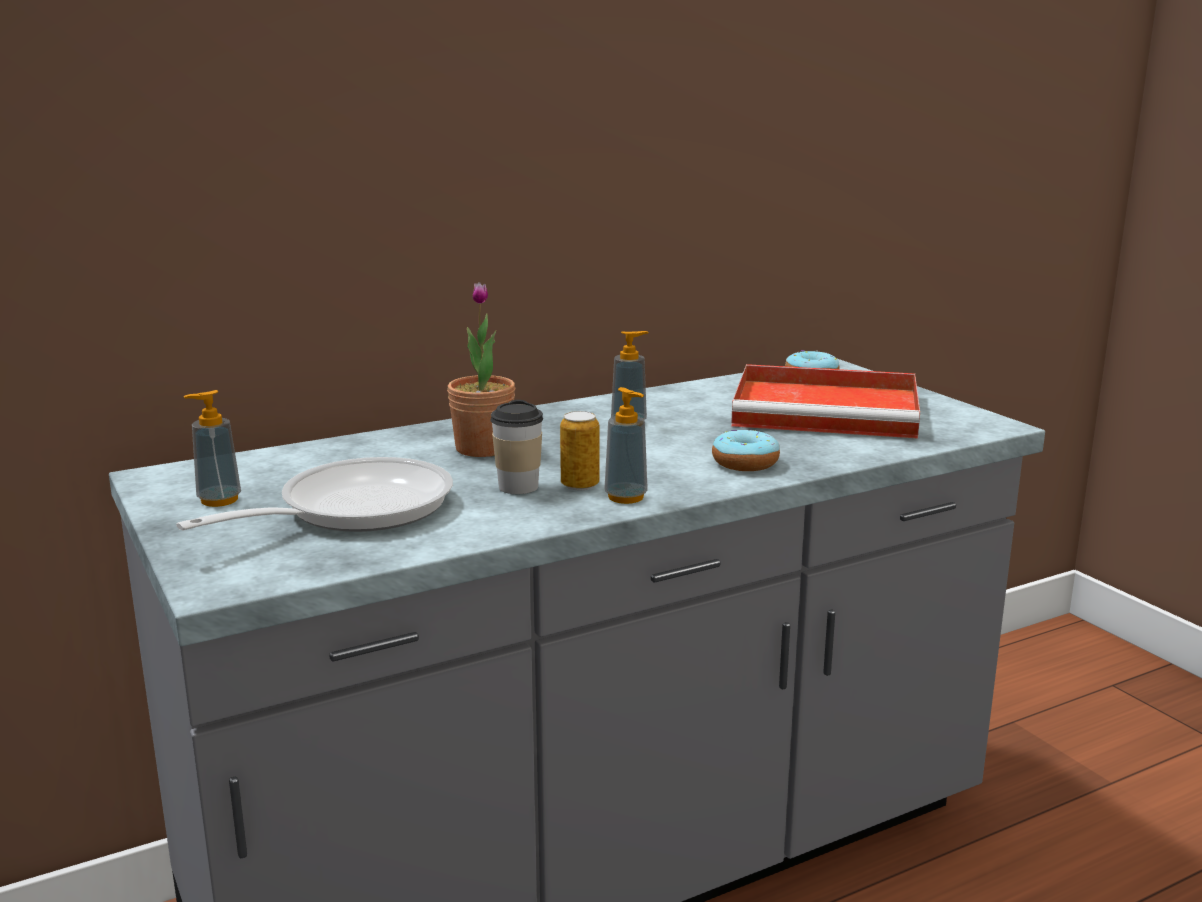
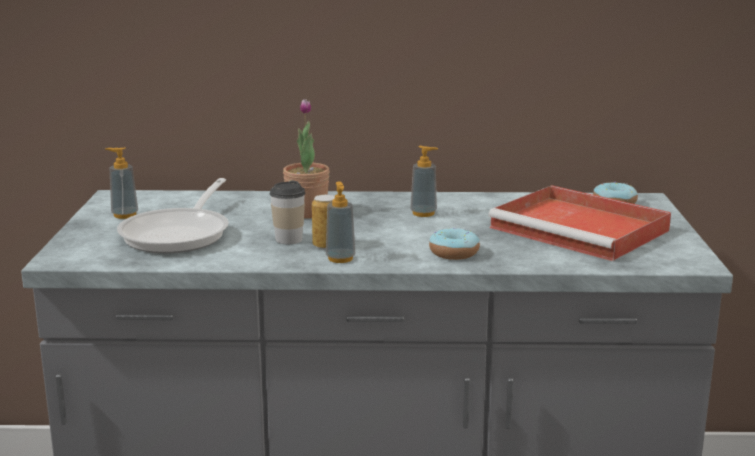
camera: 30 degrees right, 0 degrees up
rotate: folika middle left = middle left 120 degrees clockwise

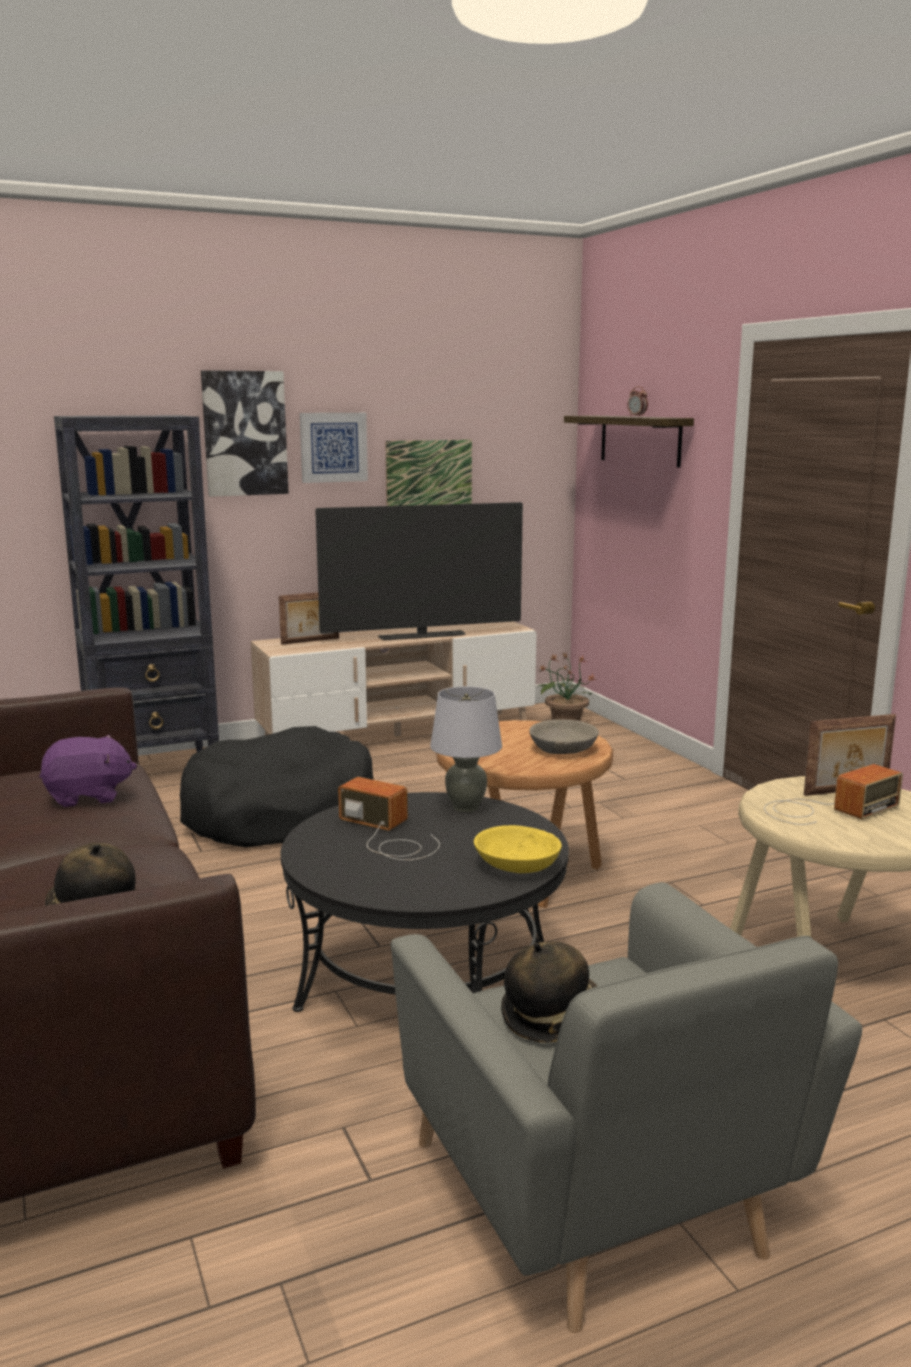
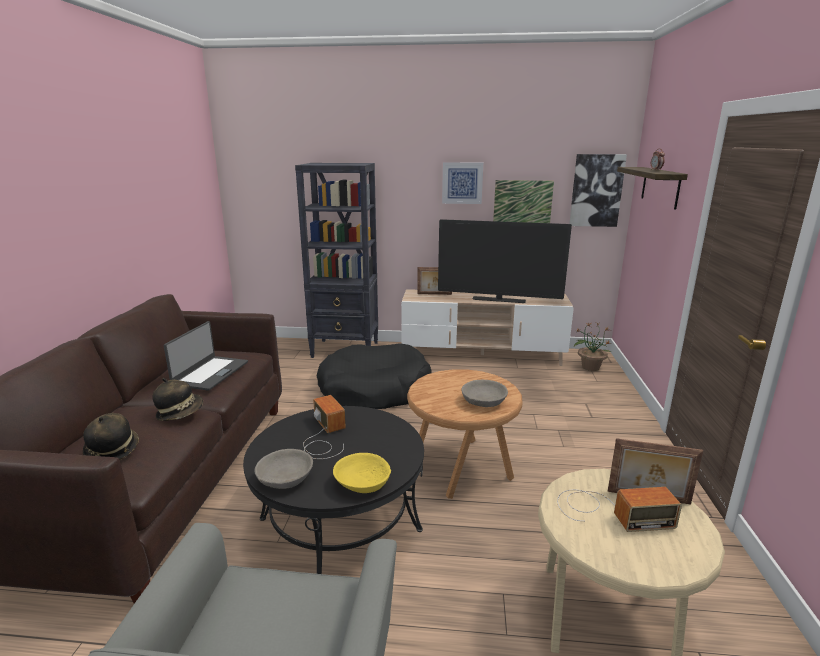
camera: 30 degrees right, 5 degrees up
delete: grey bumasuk centre
insert: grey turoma (1st from left) bottom centre
move: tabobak (1st from left in the first image) top left to tabobak (3rd from left) top right; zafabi (2nd from left) bottom centre to middle left
replace: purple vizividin middle left to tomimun middle left

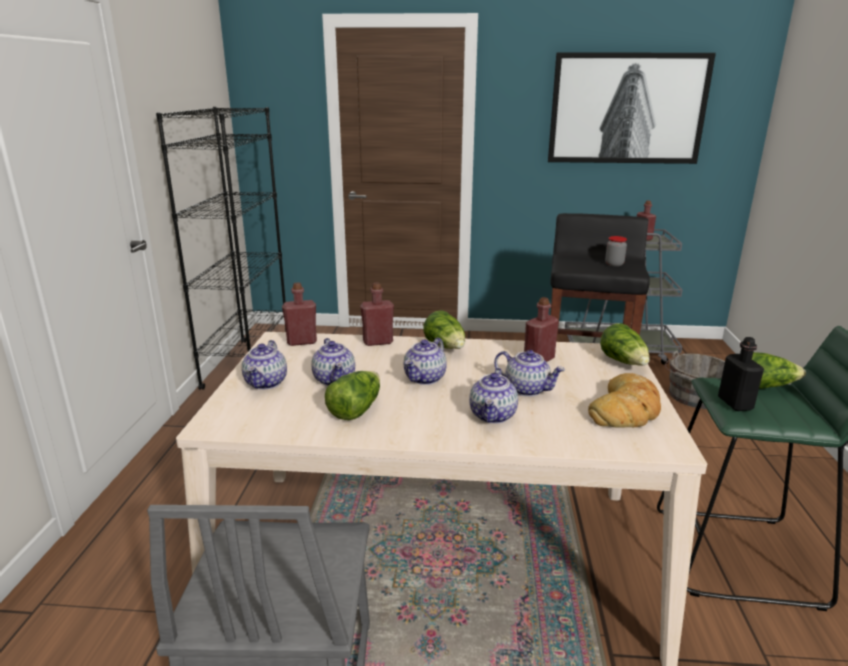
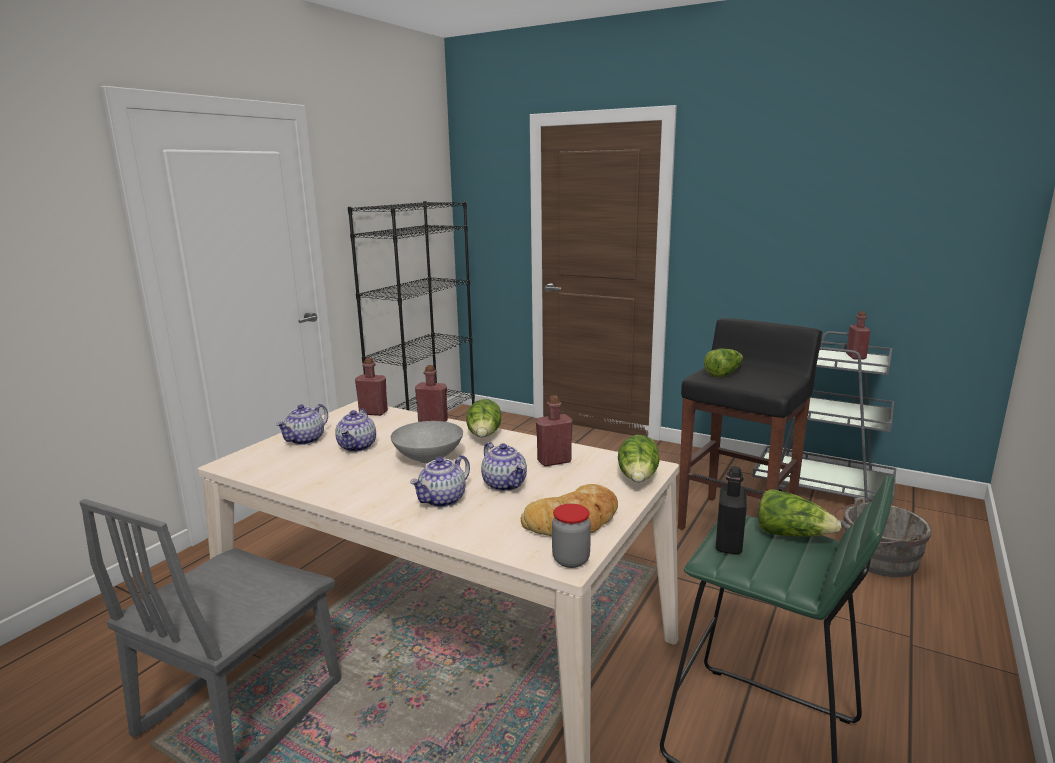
camera: 25 degrees right, 5 degrees down
delete: tabobak top right
move: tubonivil (1st from left in the first image) centre to tubonivil (3rd from left) middle right; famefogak middle right to bottom centre
replace: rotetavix (3rd from left) centre to grey turoma centre

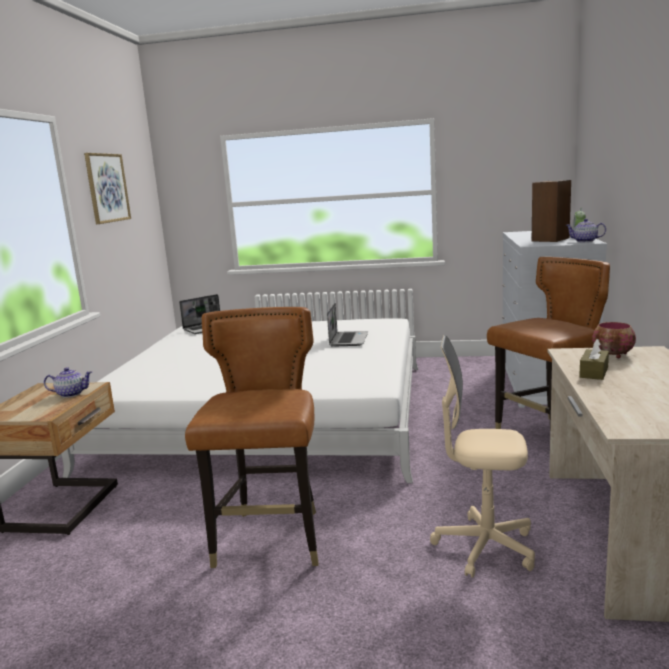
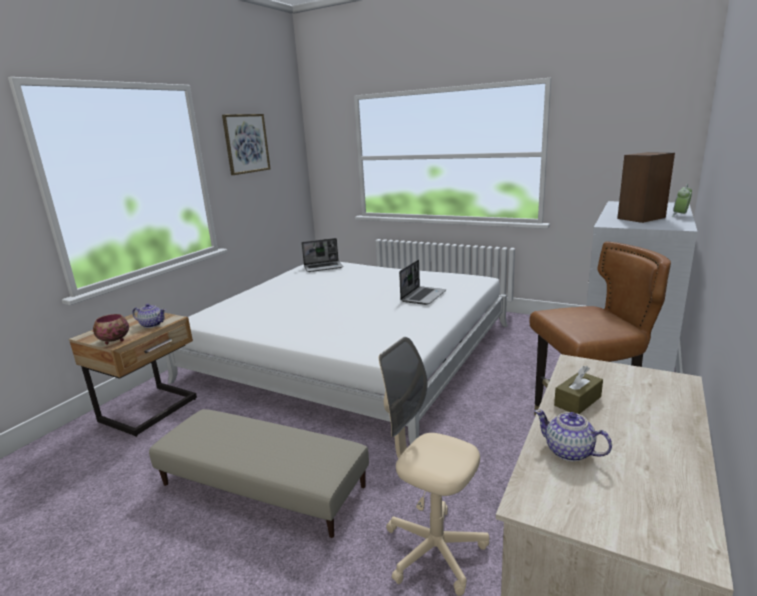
camera: 20 degrees right, 5 degrees up
move: rotetavix (2nd from left) middle right to bottom right; turoma middle right to middle left
replace: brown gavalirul (1st from left) centre to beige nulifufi bottom centre

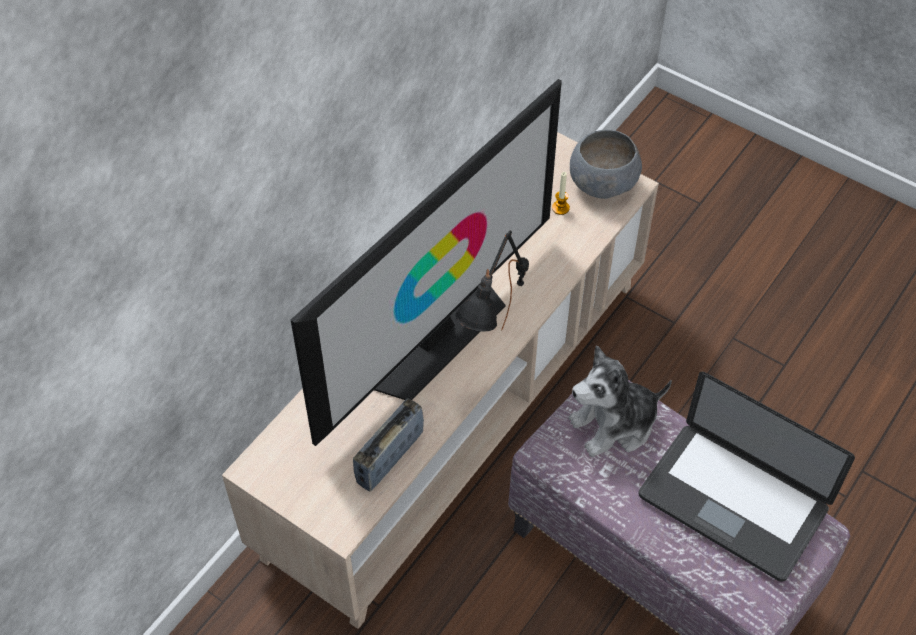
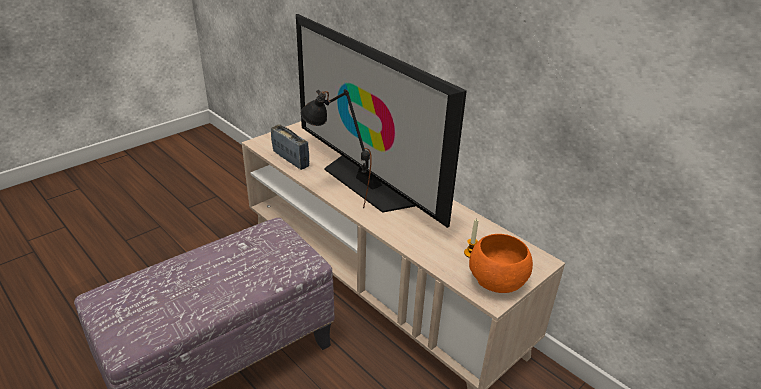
camera: 100 degrees right, 20 degrees down
delete: vizividin middle right; tomimun bottom right
recolor: grey turoma top centre to orange turoma bottom centre

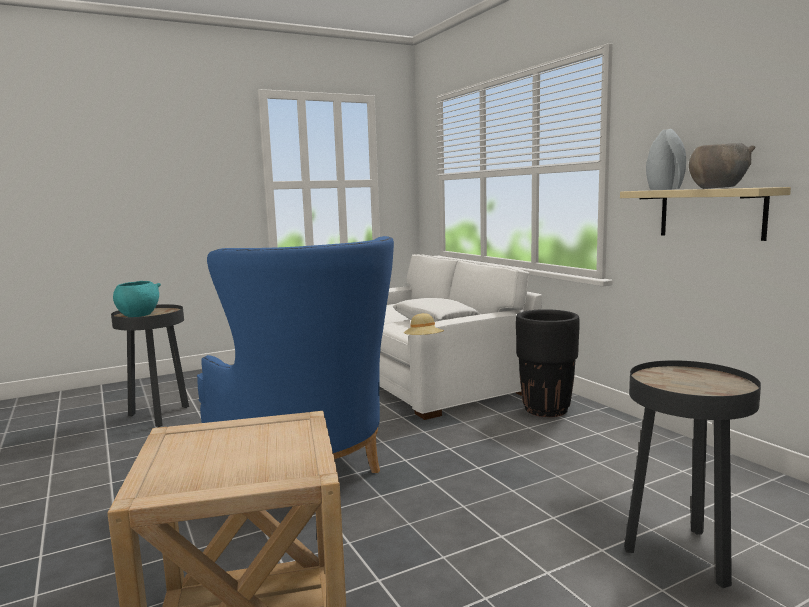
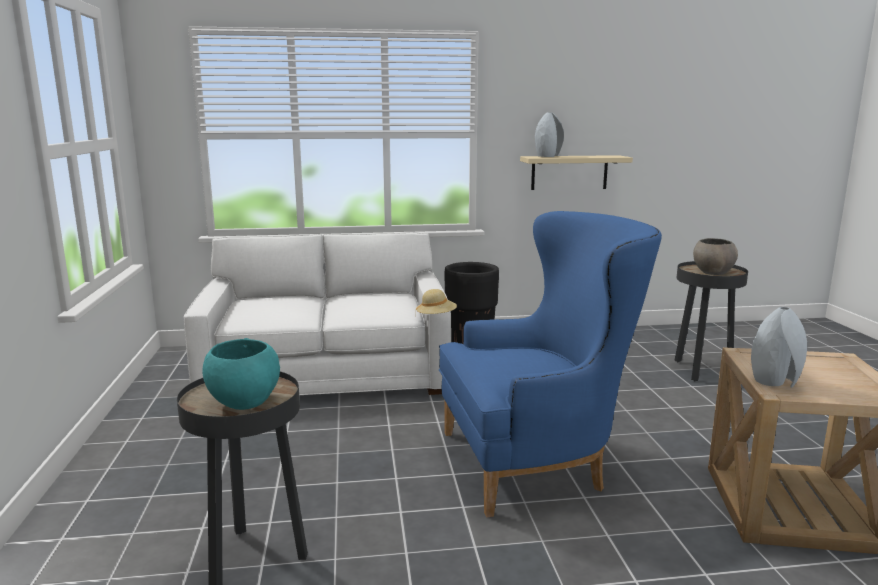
camera: 70 degrees left, 5 degrees up
delete: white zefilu centre
insert: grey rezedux (2nd from left) middle right
move: grey turoma top right to middle right

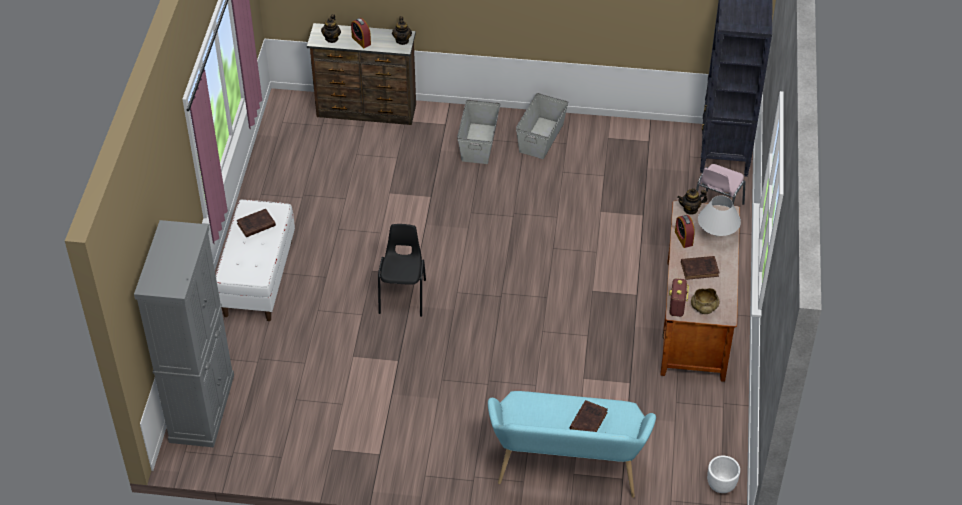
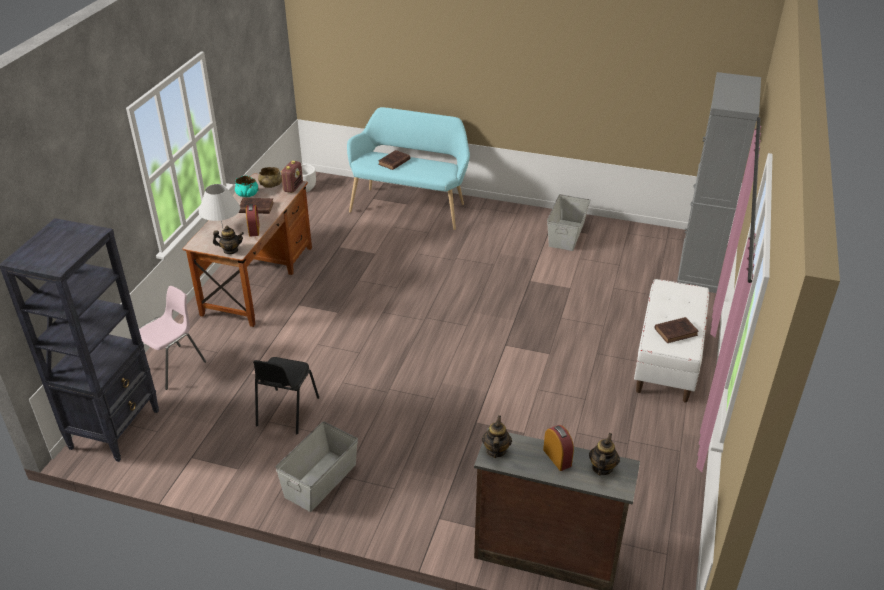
camera: 170 degrees left, 10 degrees down
insert: turquoise turoma top left
move: black gavalirul centre to bottom left; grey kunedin (1st from left in the first image) top centre to grey kunedin (2nd from left) centre

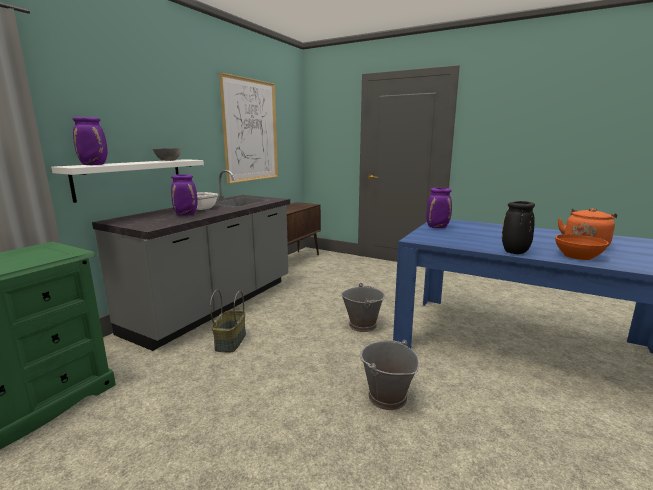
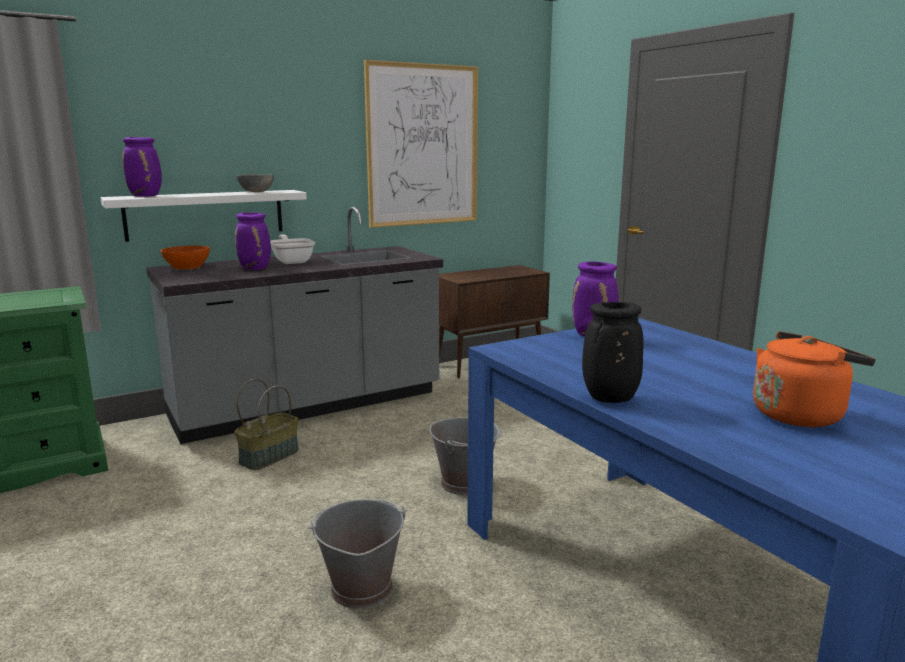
camera: 30 degrees right, 0 degrees up
move: orange turoma middle right to middle left

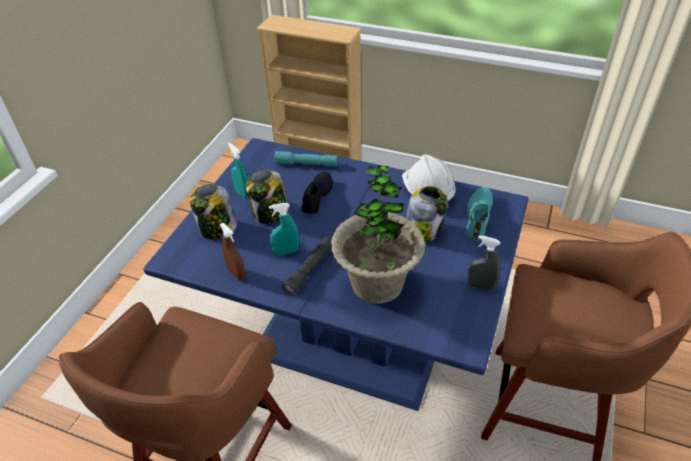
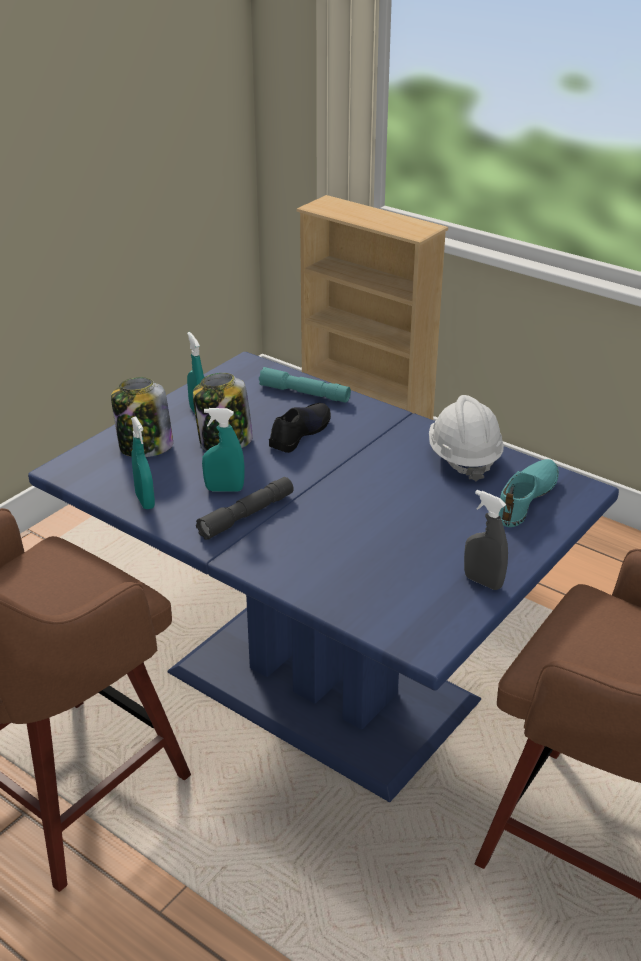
camera: 15 degrees right, 10 degrees down
delete: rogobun centre; famefogak (3rd from left) centre
recolor: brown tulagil centre to turquoise tulagil (1st from left) middle left

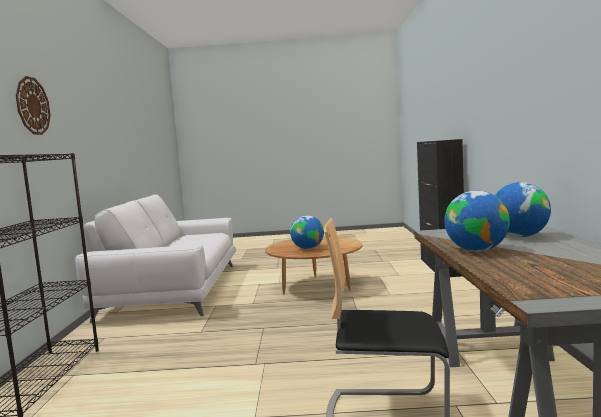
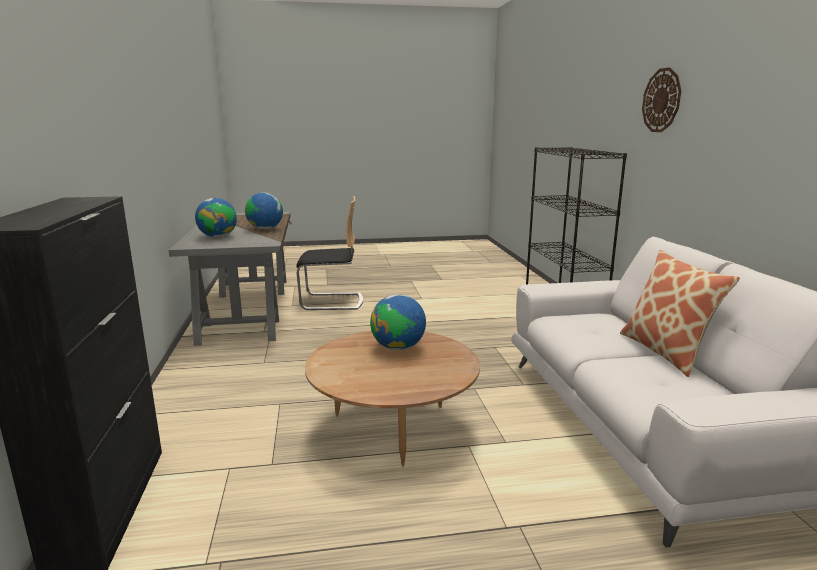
camera: 170 degrees right, 10 degrees up
insert: zefilu middle right

